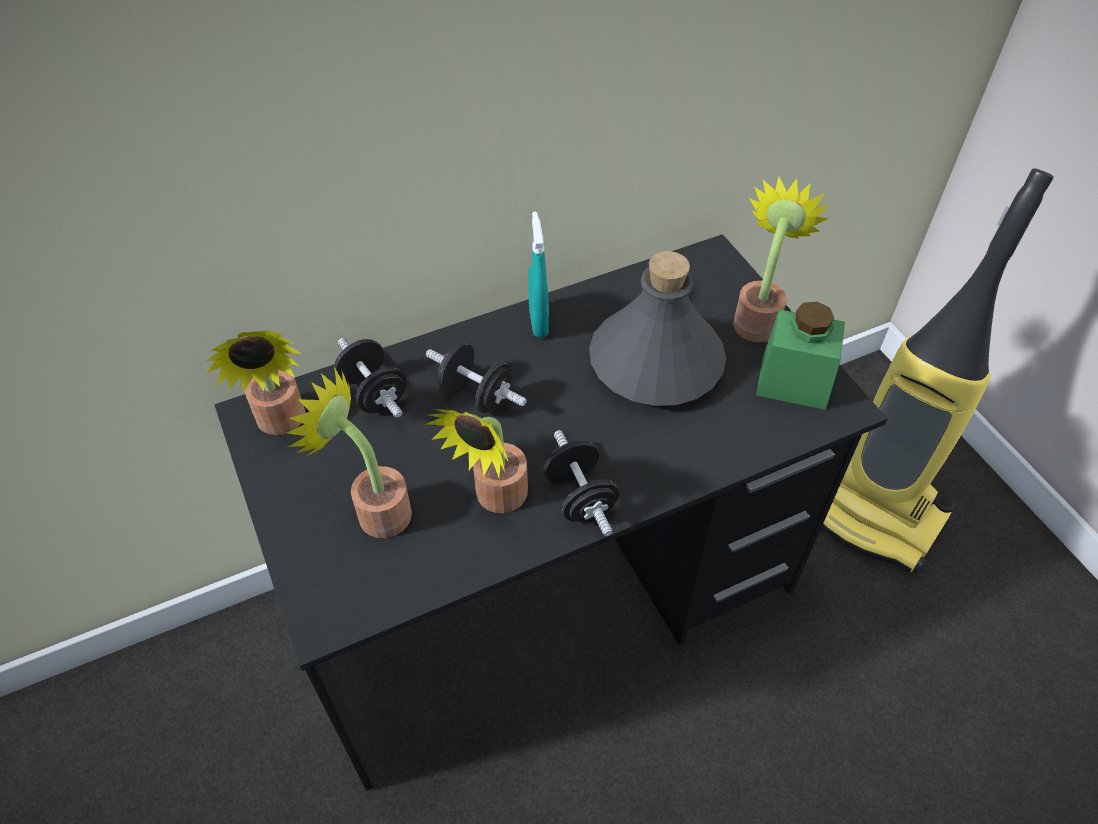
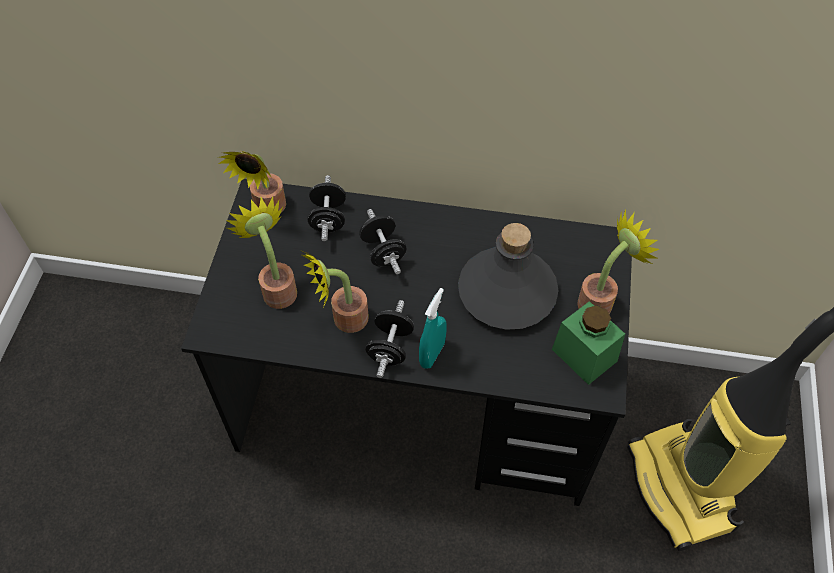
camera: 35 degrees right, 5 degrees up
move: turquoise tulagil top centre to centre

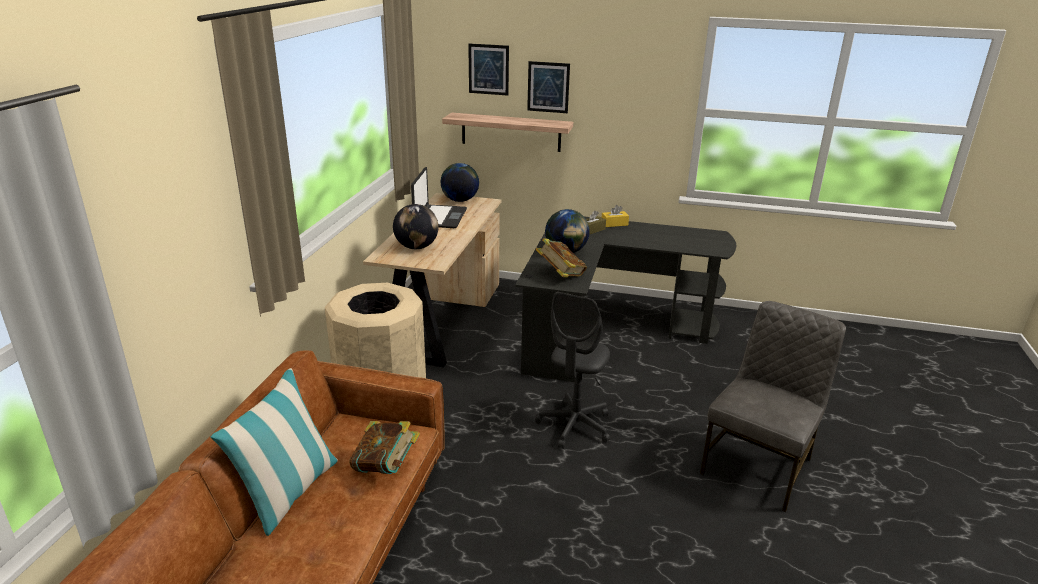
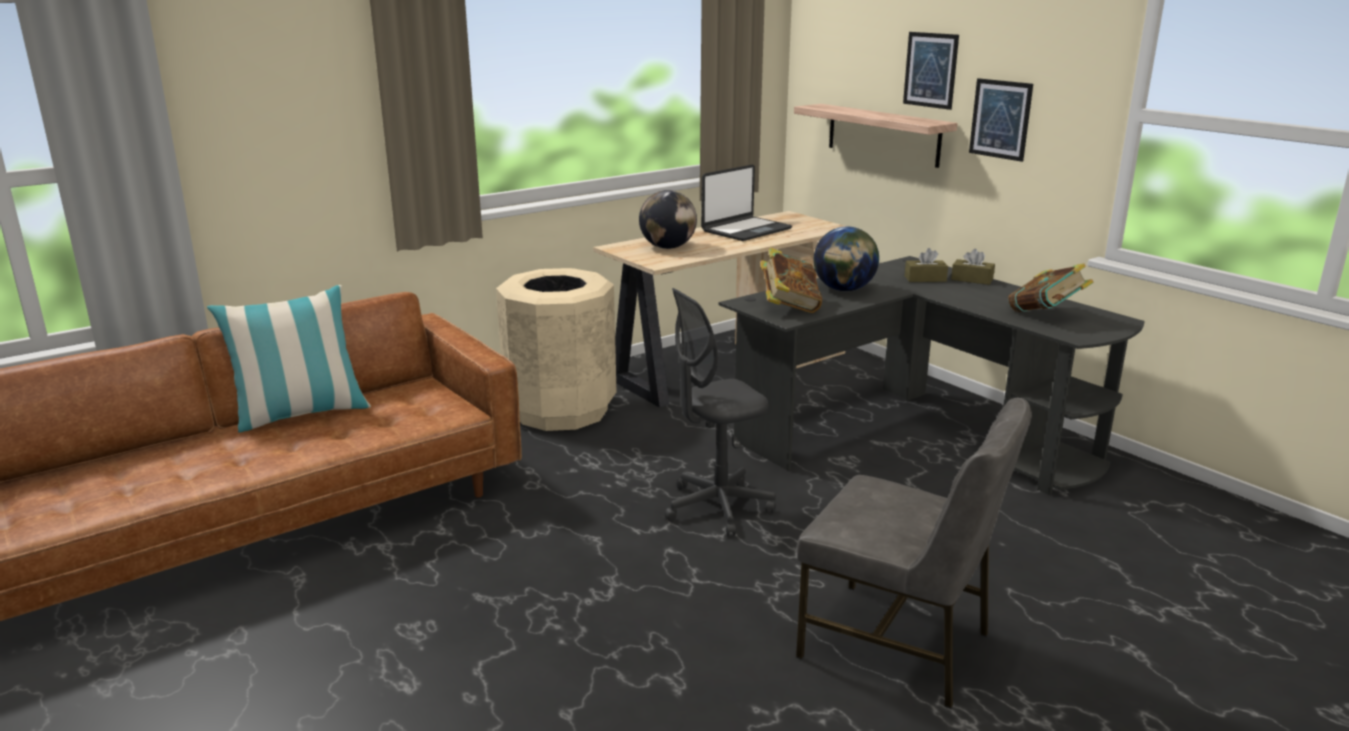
camera: 40 degrees right, 5 degrees down
delete: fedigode (2nd from left) top centre
move: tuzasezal (1st from left in the first image) bottom centre to tuzasezal (2nd from left) middle right; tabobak (1st from left in the first image) top centre to tabobak (2nd from left) top right
recolor: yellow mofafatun centre to brown mofafatun (2nd from left) middle right
rotate: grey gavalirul bottom right = bottom right 45 degrees clockwise

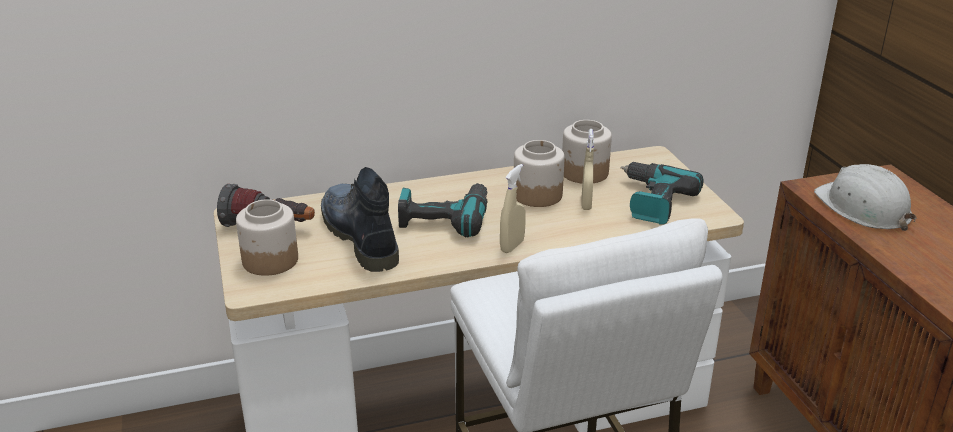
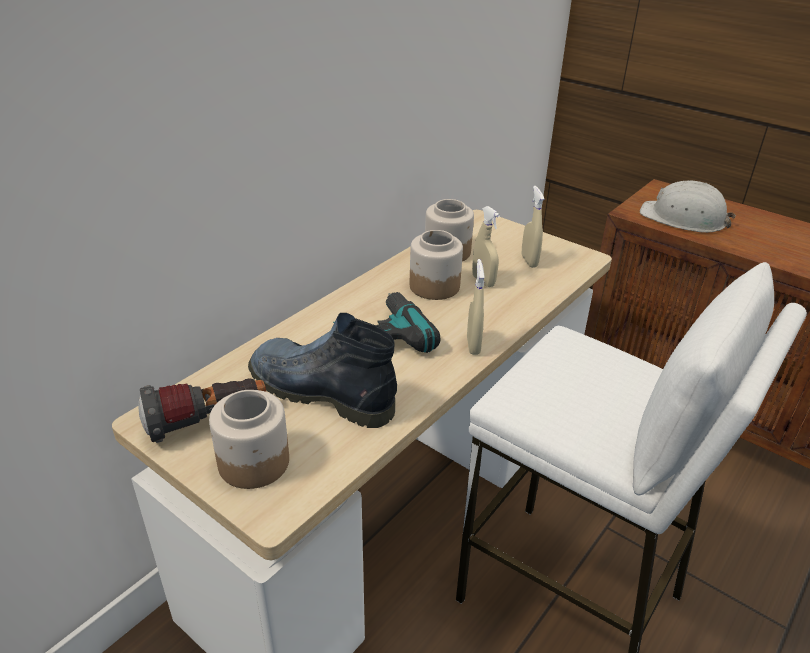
camera: 35 degrees left, 5 degrees up
replace: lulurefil (2nd from left) middle right to beige tulagil (3rd from left) centre

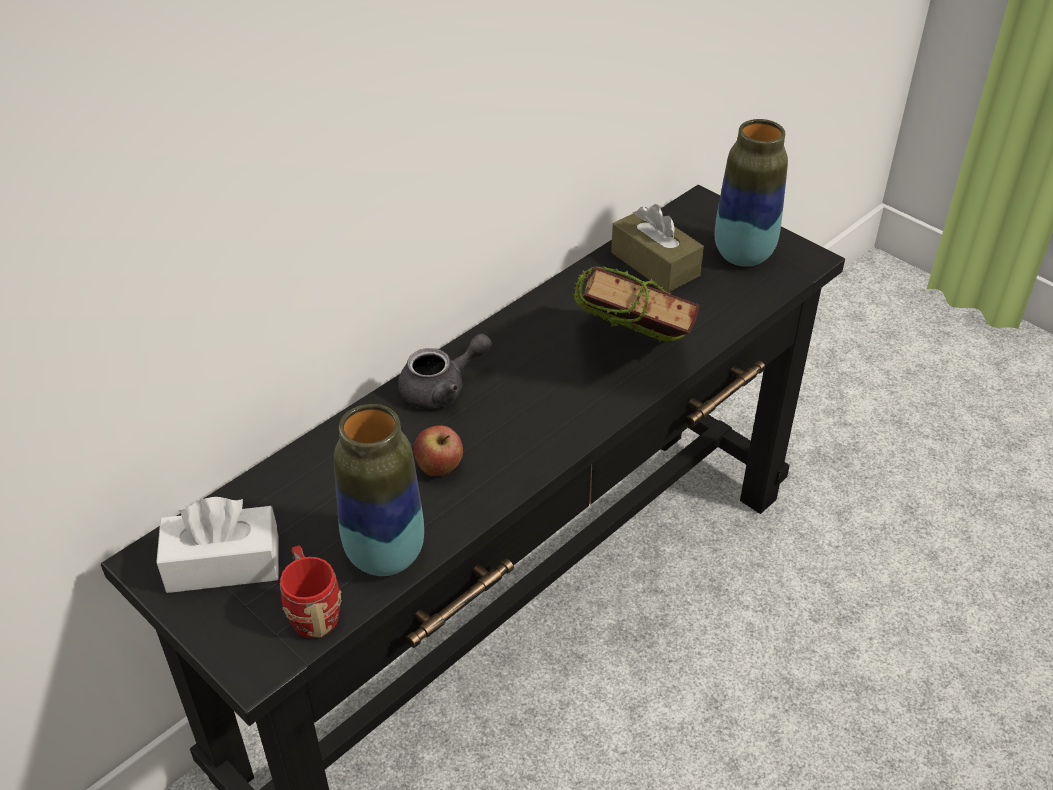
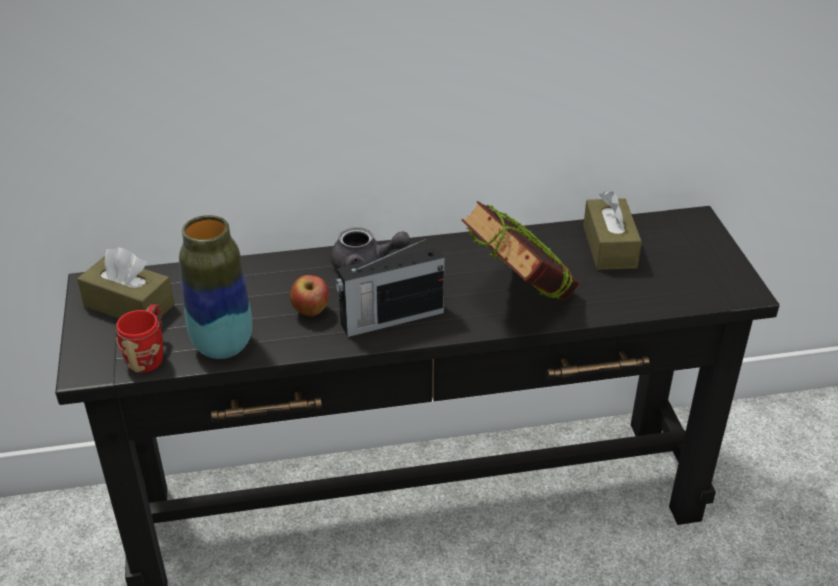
camera: 35 degrees right, 5 degrees down
delete: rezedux (2nd from left) top right
insert: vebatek centre
recolor: white mofafatun bottom left to brown mofafatun (1st from left) middle left

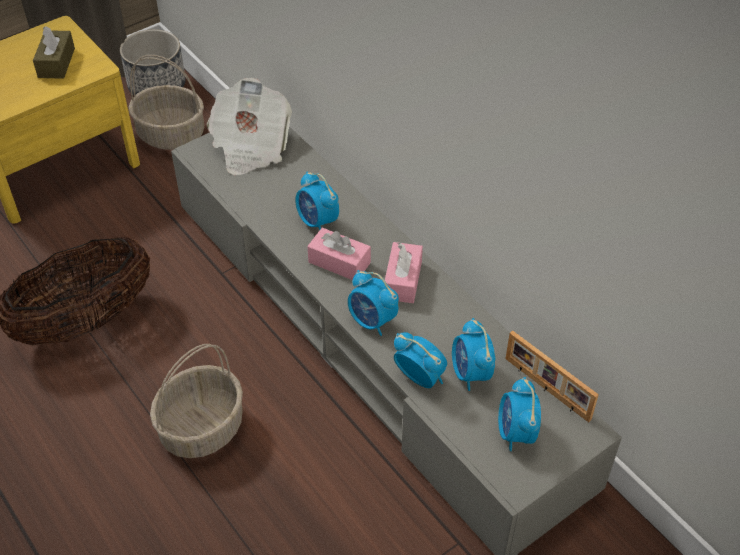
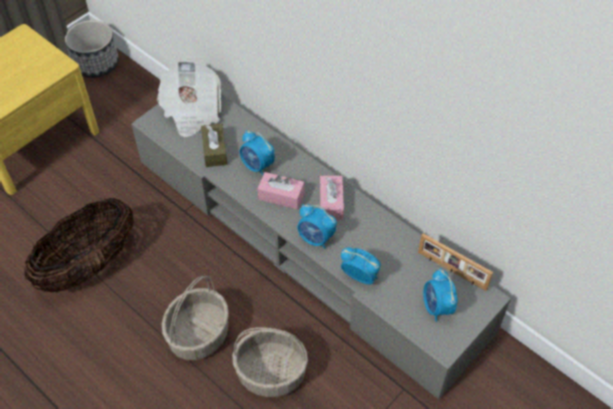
camera: 10 degrees left, 5 degrees up
delete: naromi (4th from left) centre
move: brown mofafatun top left to centre; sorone (2nd from left in the first image) top left to sorone (3rd from left) bottom centre

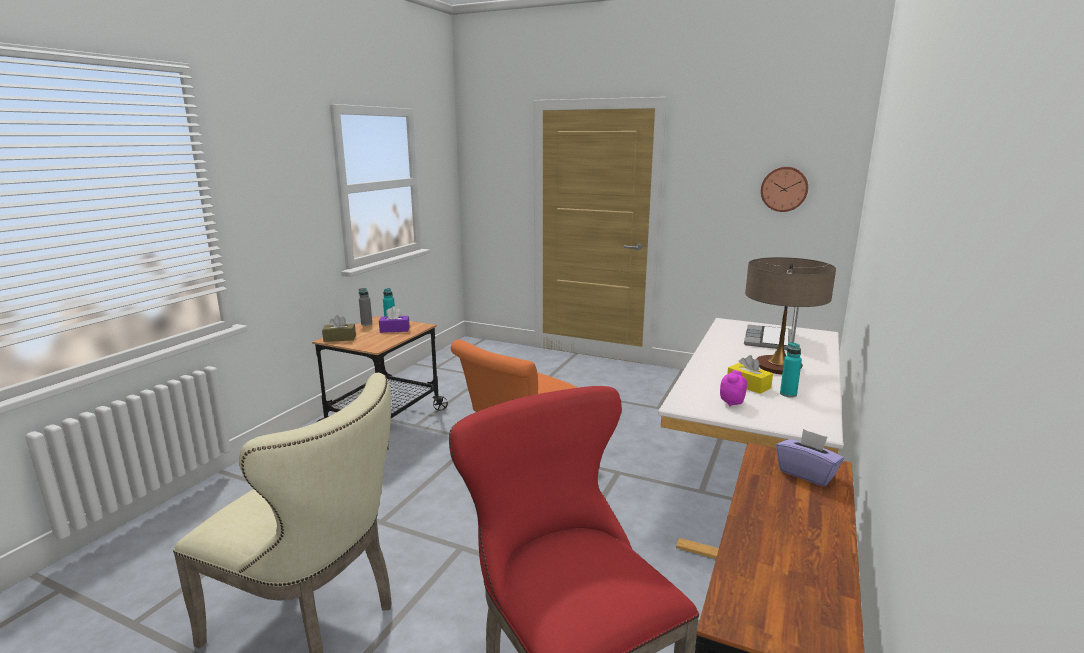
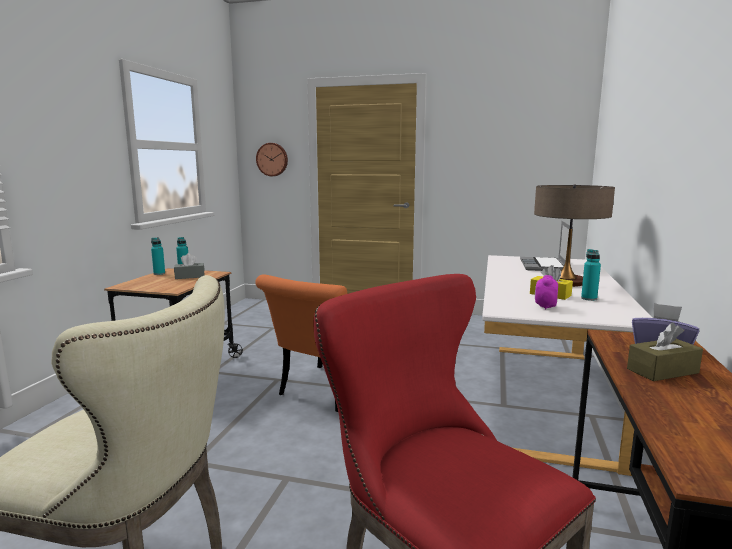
camera: 10 degrees left, 5 degrees down
move: brown mofafatun middle left to middle right; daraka top right to top centre
recolor: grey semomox centre to turquoise semomox (1st from left) middle left; purple mofafatun (1st from left) centre to grey mofafatun middle left

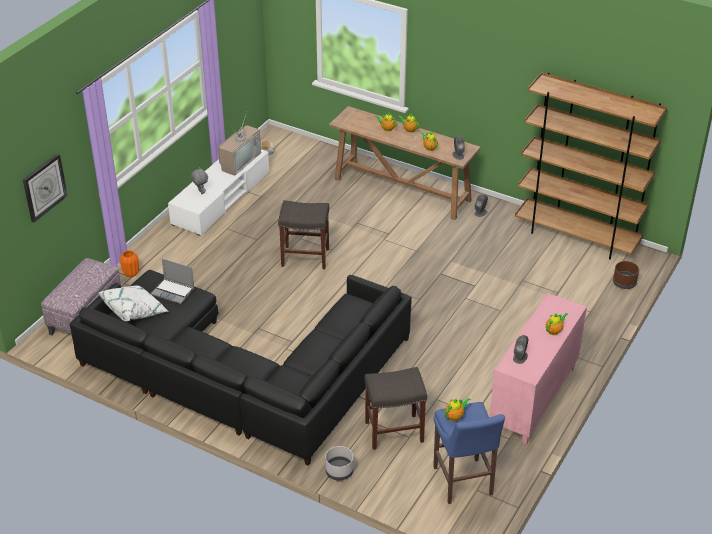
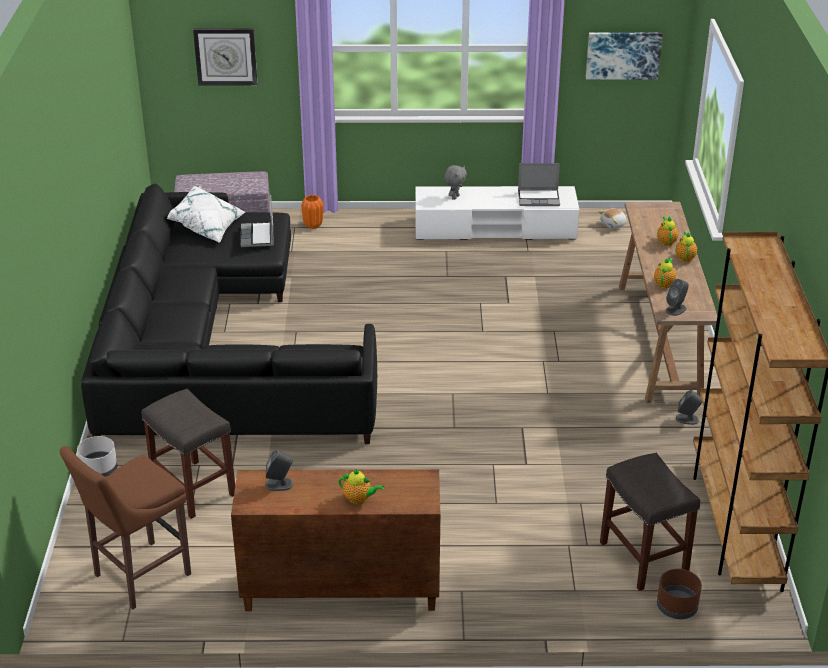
camera: 60 degrees right, 5 degrees down
delete: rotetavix (4th from left) bottom centre
insert: tabobak top right
move: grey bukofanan (1st from left in the first image) centre to grey bukofanan (2nd from left) bottom right
replace: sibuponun top centre to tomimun (2nd from left) top centre
recolor: blue bukofanan bottom centre to brown bukofanan bottom left; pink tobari bottom right to brown tobari bottom centre

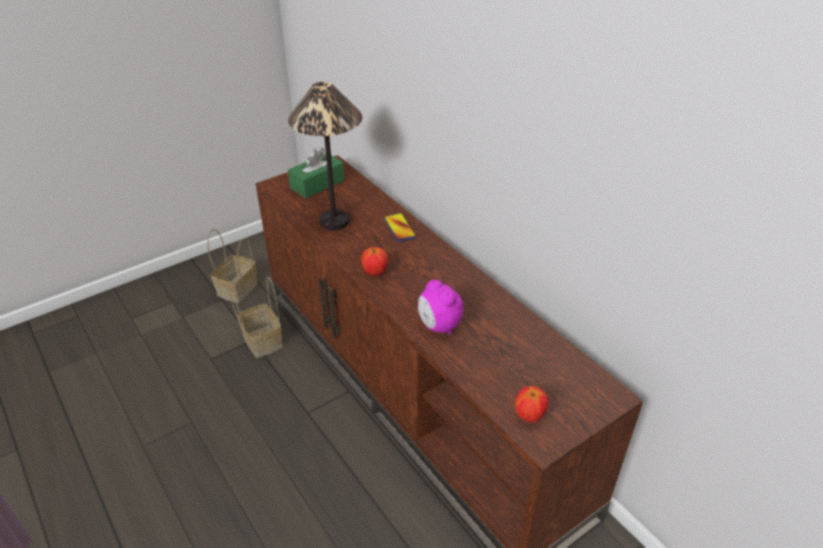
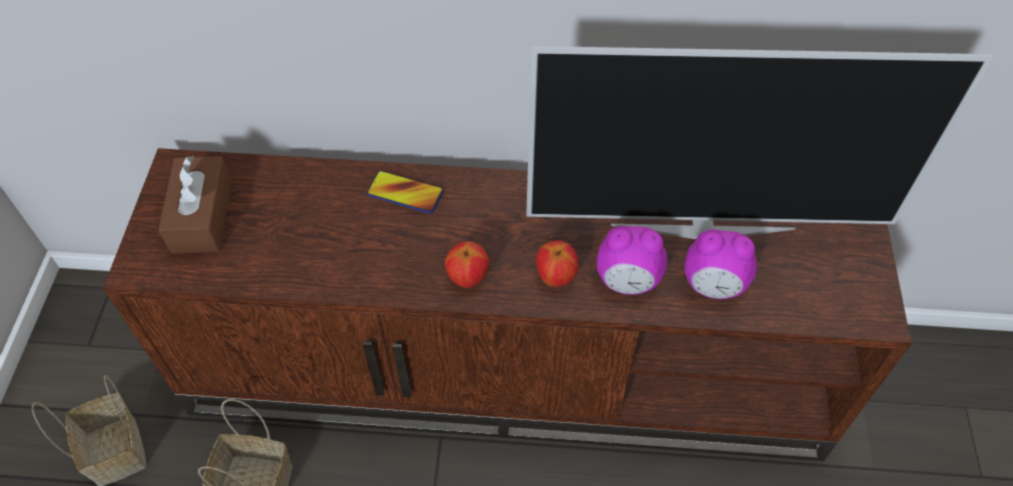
camera: 50 degrees left, 15 degrees up
delete: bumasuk top centre
insert: sibuponun top right; naromi (2nd from left) middle right
move: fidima (2nd from left) bottom centre to centre
recolor: green mofafatun top centre to brown mofafatun middle left

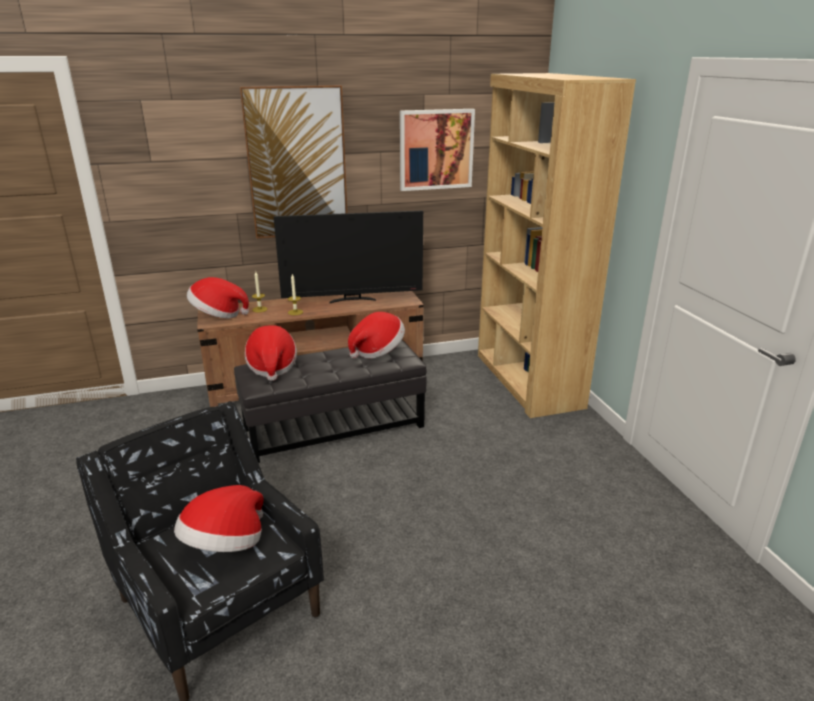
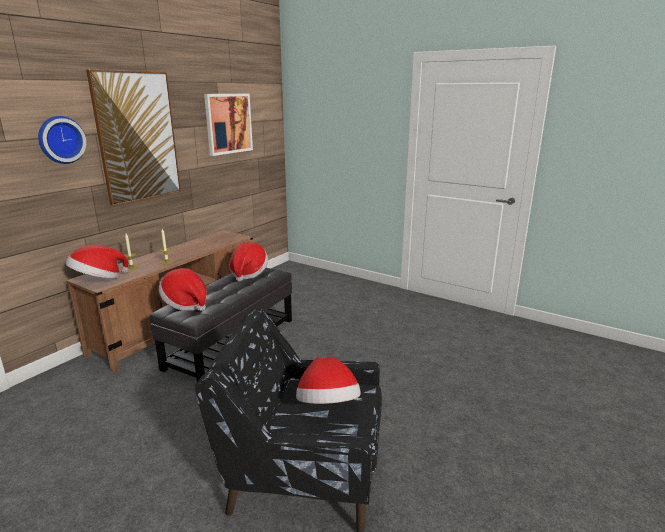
camera: 40 degrees left, 5 degrees down
delete: sibuponun centre; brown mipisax middle right
insert: daraka top left

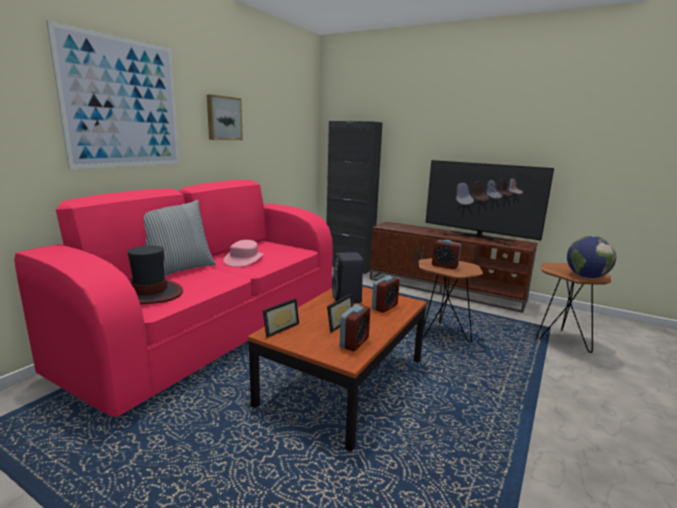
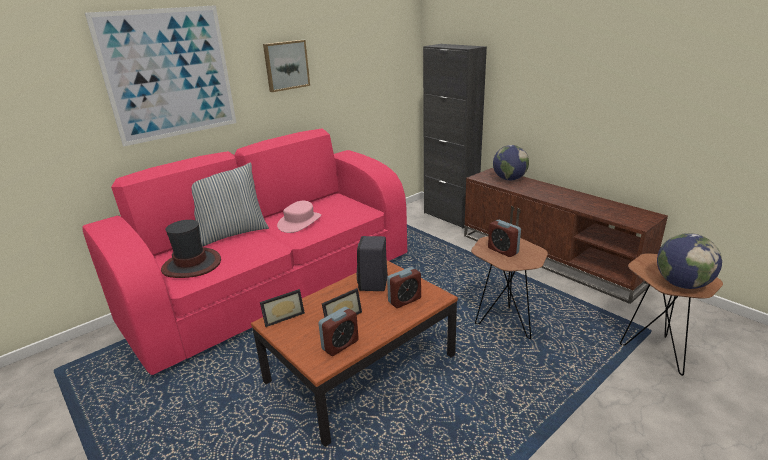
camera: 20 degrees right, 10 degrees up
delete: sibuponun middle right
insert: fedigode (1st from left) centre

